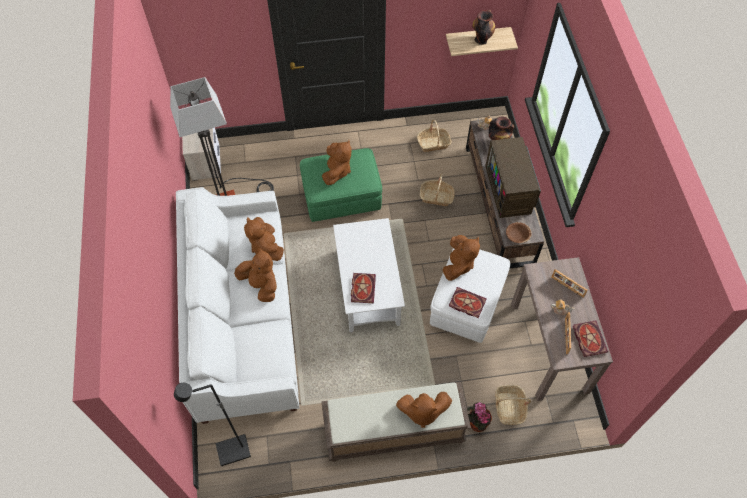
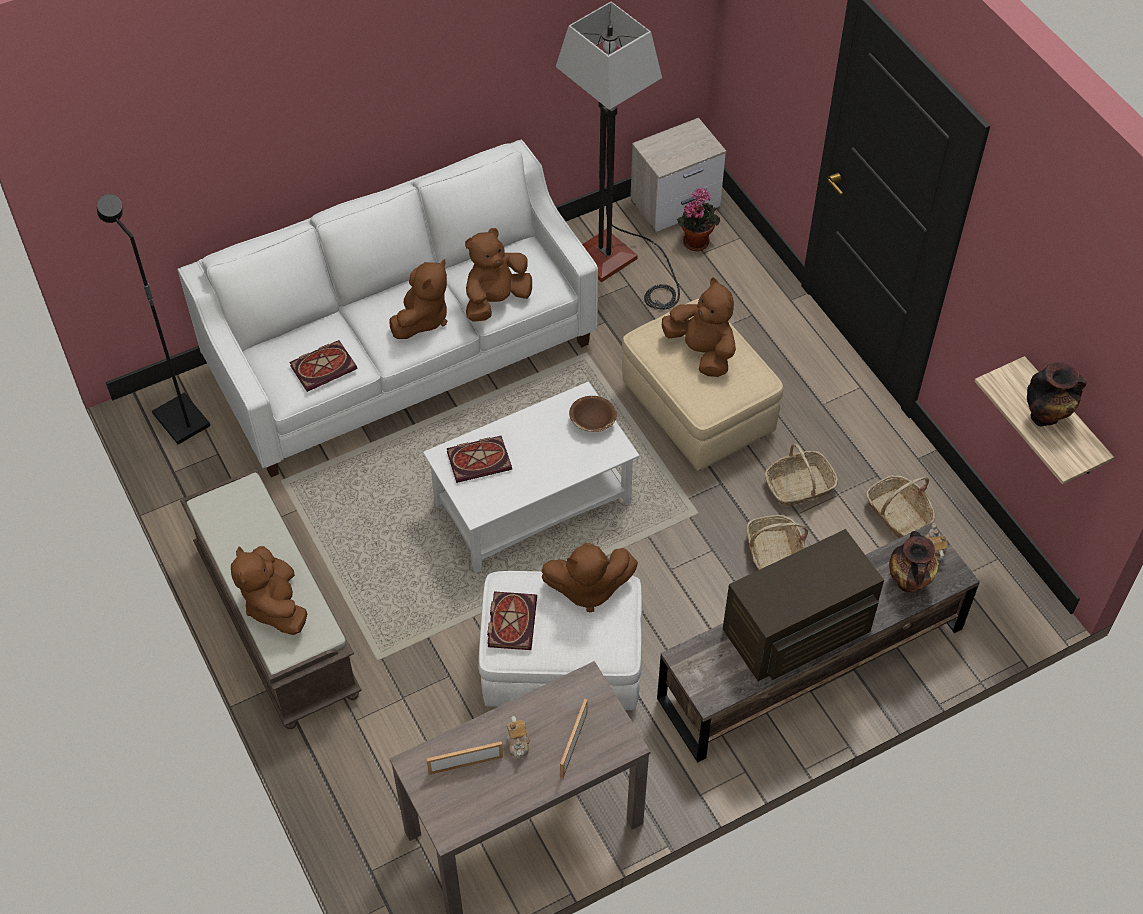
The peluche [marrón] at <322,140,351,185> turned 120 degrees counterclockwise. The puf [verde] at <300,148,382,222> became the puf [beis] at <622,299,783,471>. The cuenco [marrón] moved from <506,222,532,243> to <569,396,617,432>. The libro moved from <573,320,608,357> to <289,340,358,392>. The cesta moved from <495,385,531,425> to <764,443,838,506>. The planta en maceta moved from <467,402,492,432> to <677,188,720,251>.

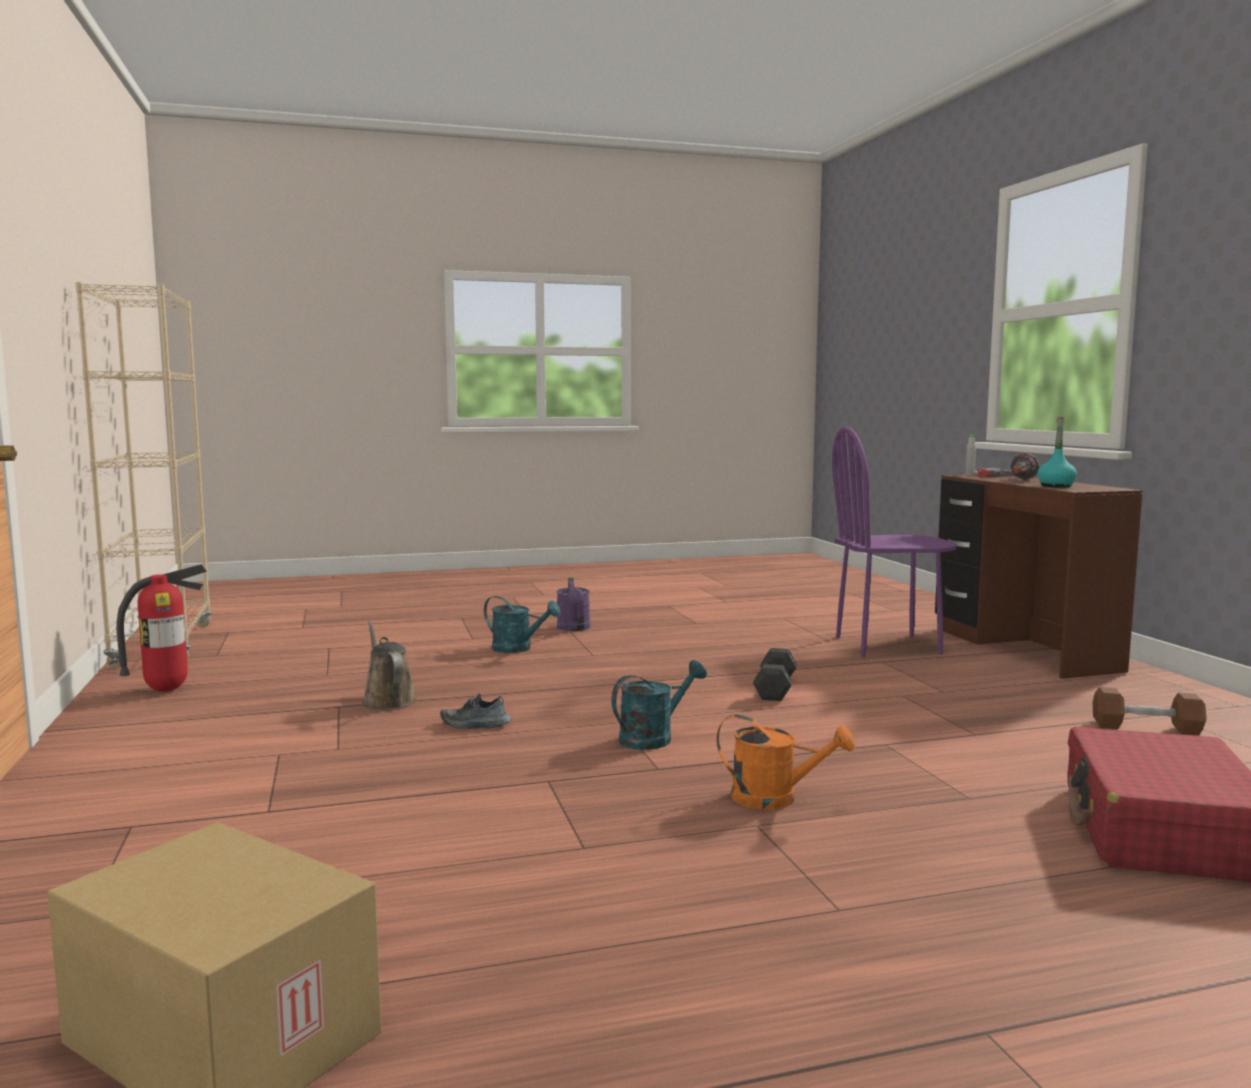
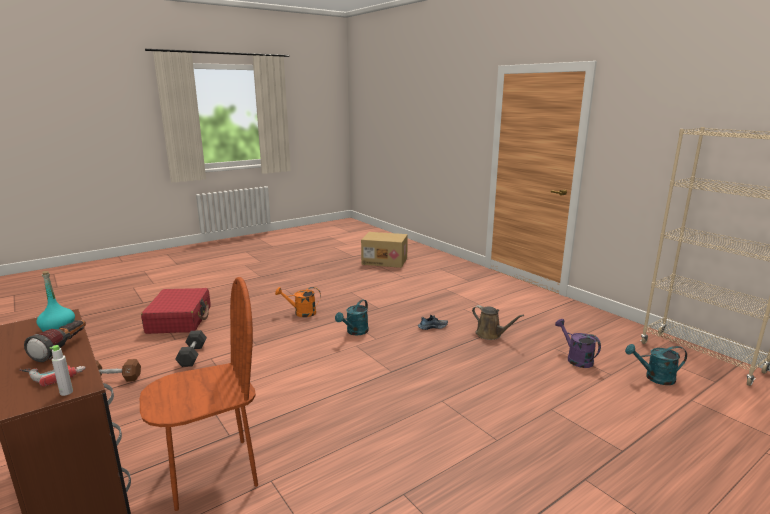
The silla [morado] at <832,427,957,657> became the silla [marrón] at <139,277,258,511>. The extintor at <116,564,207,692> disappeared. The regadera [morado] moved from <556,578,591,631> to <555,319,601,368>. The regadera [turquesa] moved from <484,596,561,653> to <625,344,687,385>. The mancuerna [negro] moved from <753,648,797,701> to <175,330,207,367>.

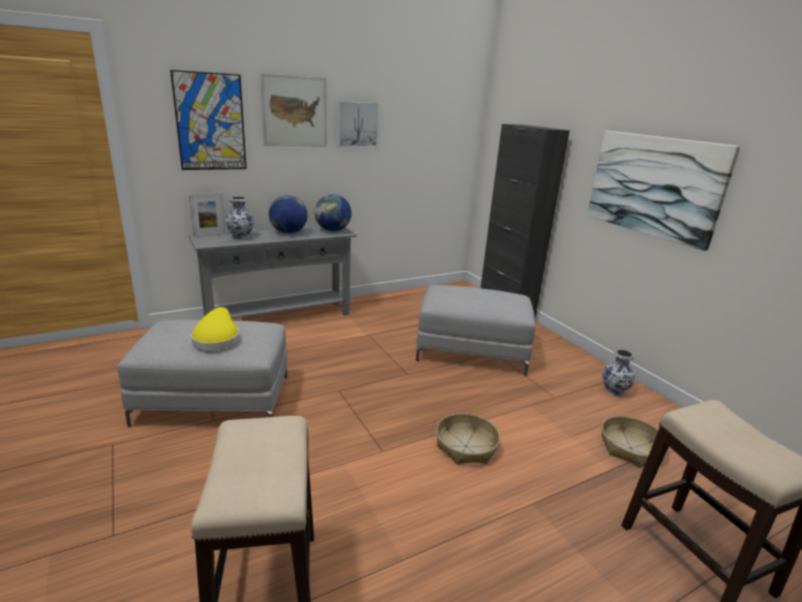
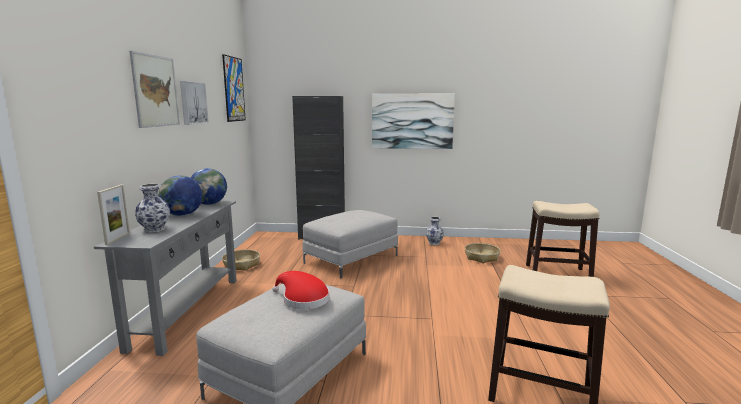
The cuadro moved from <170,70,247,170> to <222,54,246,122>. The sombrero [amarillo] at <191,307,240,350> became the sombrero [rojo] at <272,271,329,309>. The cesta moved from <436,413,500,464> to <222,250,260,271>.

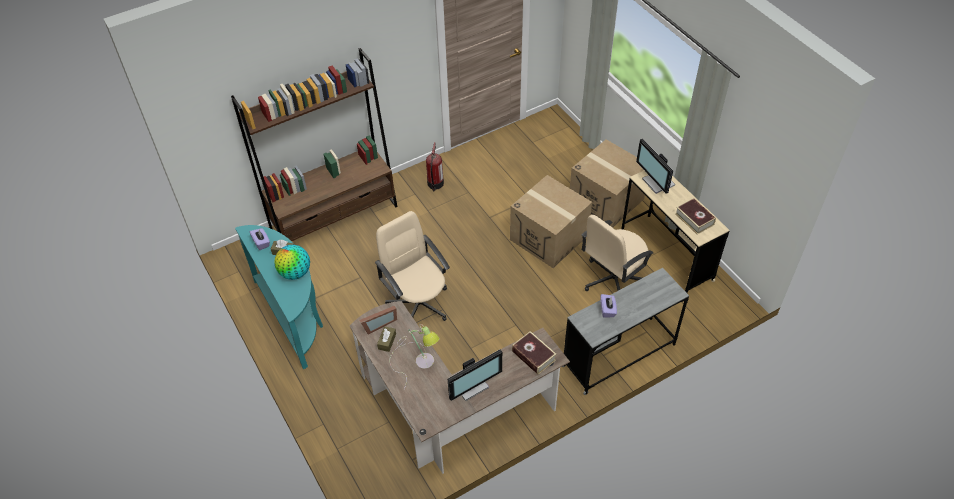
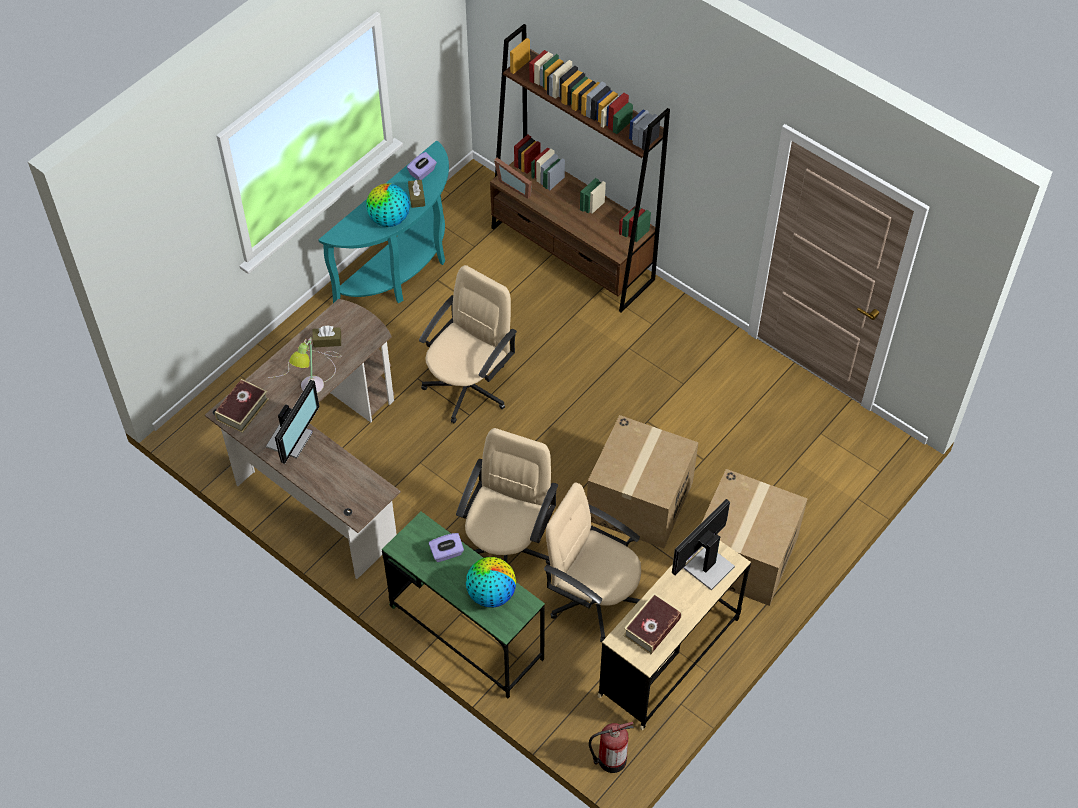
The extintor moved from <426,142,444,191> to <589,722,634,773>. The escritorio [gris] at <562,268,689,395> became the escritorio [verde] at <382,511,545,698>. The portarretratos moved from <360,306,397,335> to <494,158,532,199>. The libro moved from <512,331,556,375> to <215,379,269,433>. The monitor at <448,349,502,401> turned 105 degrees counterclockwise. The silla de oficina [beis] at <456,428,558,565> appeared. The globo terráqueo at <466,557,516,608> appeared.

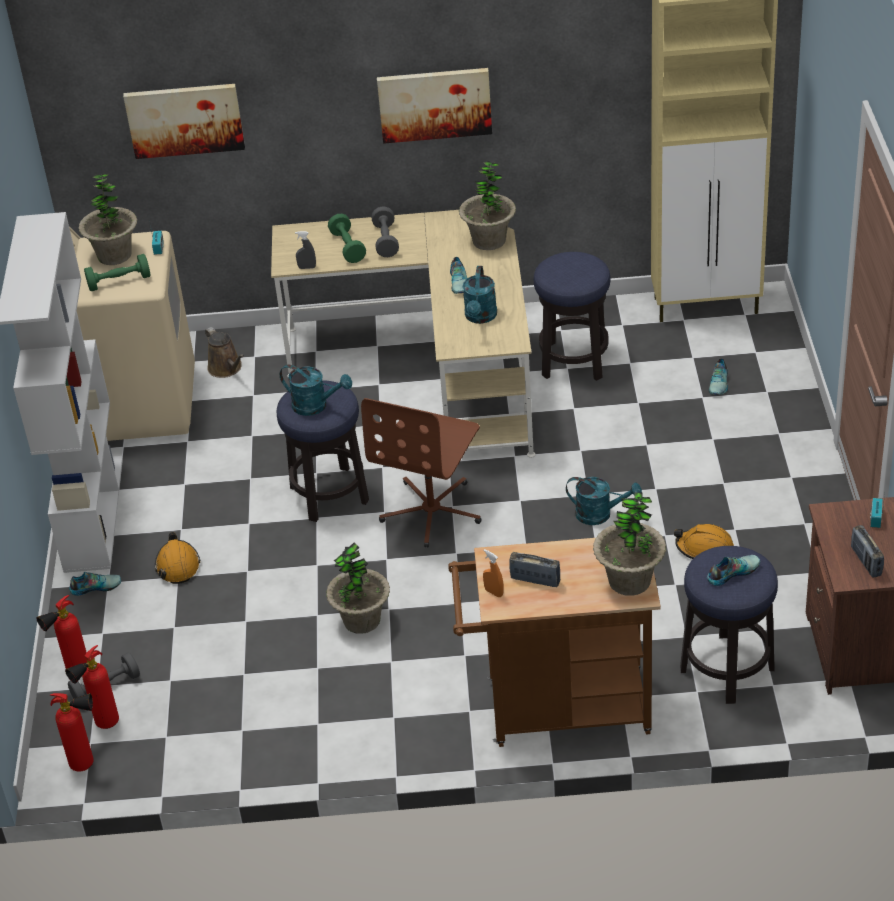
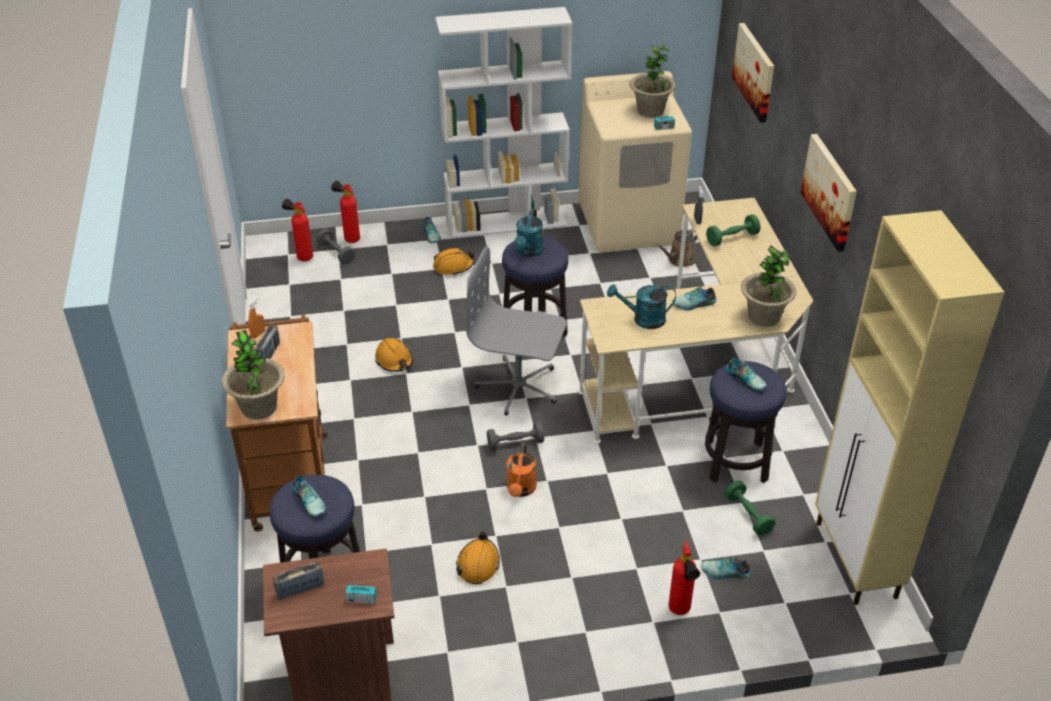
The mancuerna [gris] moved from <371,207,399,257> to <487,421,544,451>. The mancuerna [verde] moved from <84,254,151,291> to <725,481,775,535>. The silla de oficina [marrón] at <361,398,481,547> became the silla de oficina [gris] at <466,247,567,415>. The regadera [turquesa] at <566,477,642,525> became the regadera [naranja] at <506,443,537,497>. The planta en maceta at <326,543,390,634> was replaced by the casco [naranja] at <375,338,413,372>. The extintor moved from <50,693,94,772> to <669,540,700,615>. The zapato at <726,357,767,391> appeared.

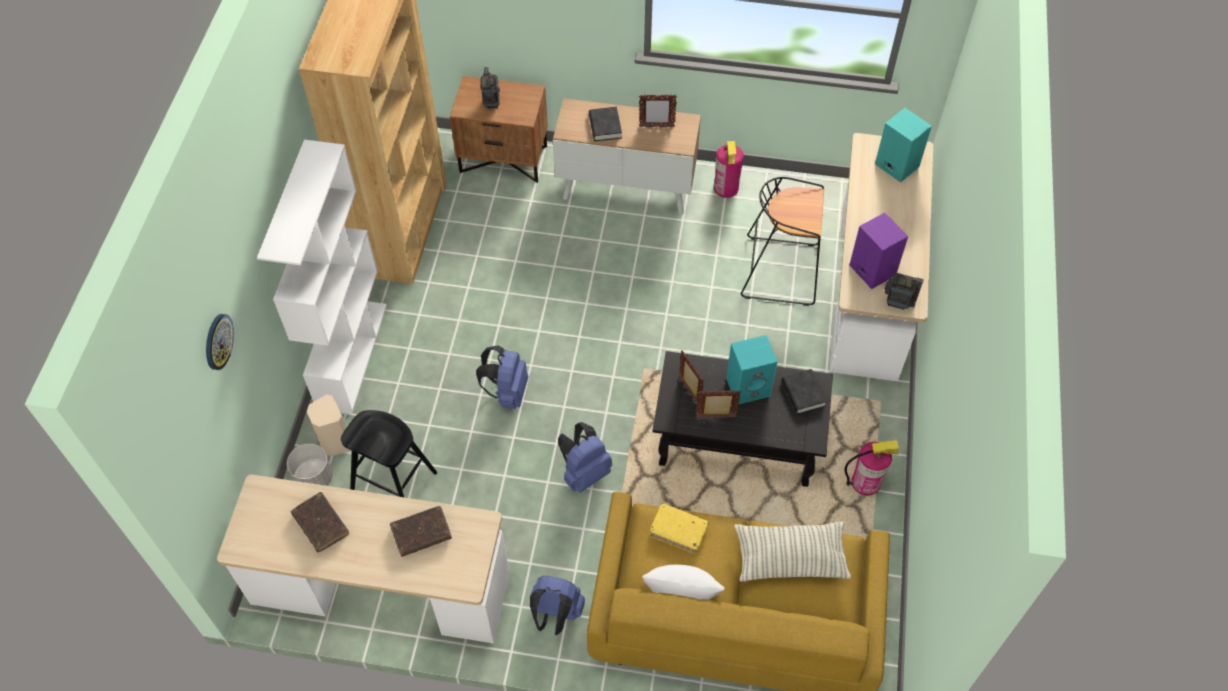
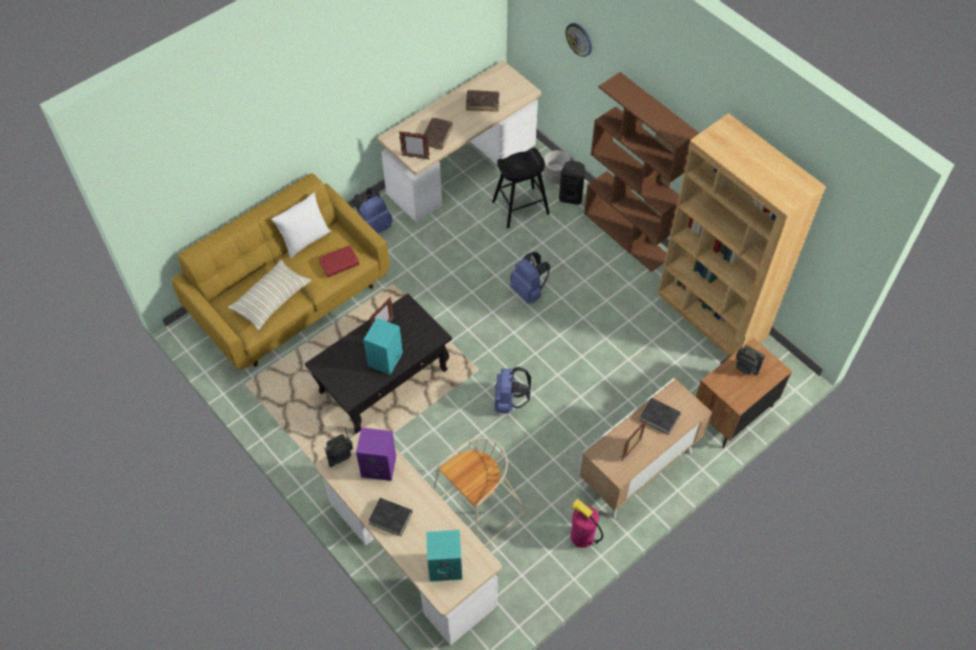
The estantería [blanco] at <257,140,387,414> became the estantería [marrón] at <584,72,699,272>. The taburete [negro] at <741,177,824,306> became the taburete [beis] at <434,438,525,546>. The portarretratos moved from <679,350,704,403> to <399,131,430,159>. The libro [negro] moved from <781,369,827,414> to <369,498,412,537>. The altavoz [beis] at <307,395,350,456> became the altavoz [negro] at <559,161,585,205>. The mochila [azul] moved from <558,422,612,493> to <494,367,531,414>. The extintor at <845,440,899,496> disappeared. The libro [amarillo] at <649,503,709,554> became the libro [rojo] at <318,246,359,277>.

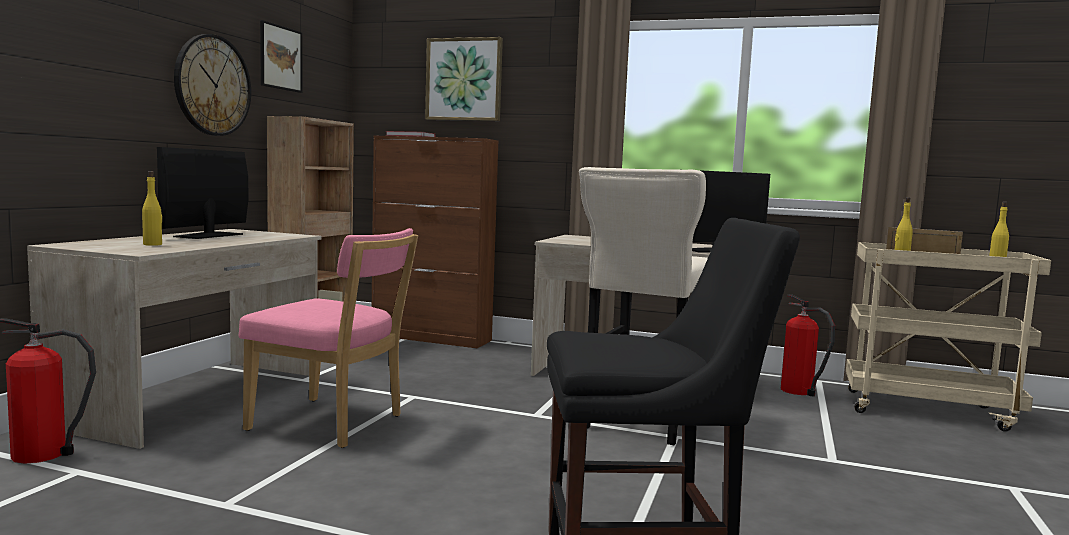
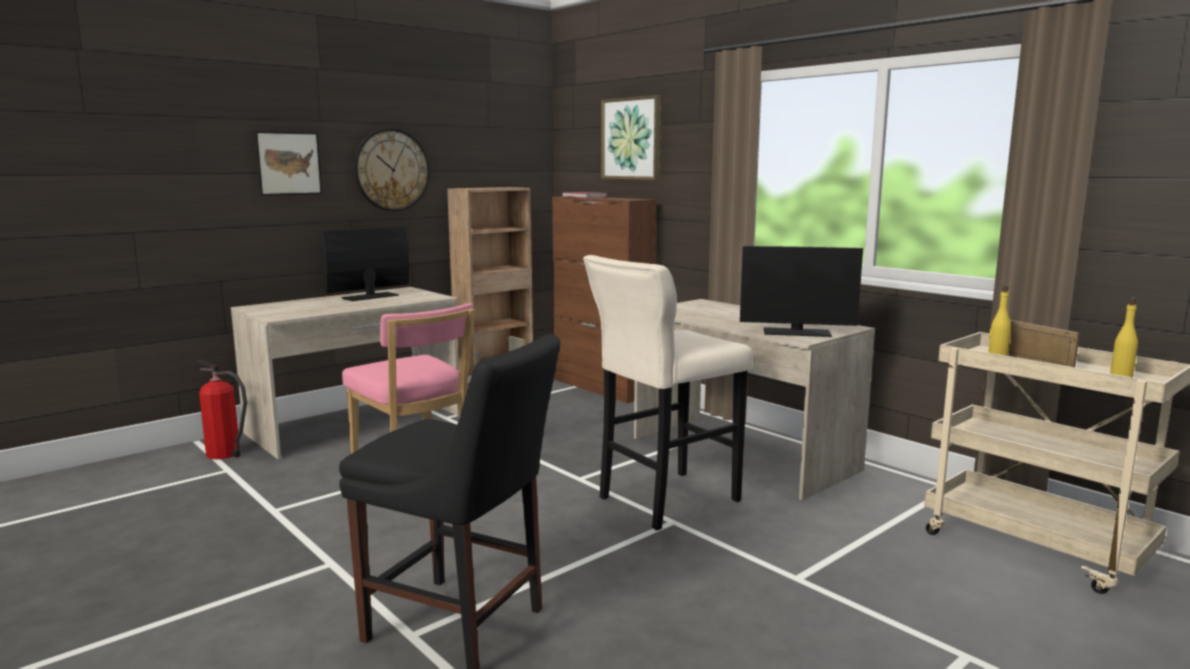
The cuadro moved from <260,20,303,93> to <254,131,323,196>. The botella [amarillo] at <142,171,162,246> disappeared. The extintor at <781,294,835,397> disappeared.

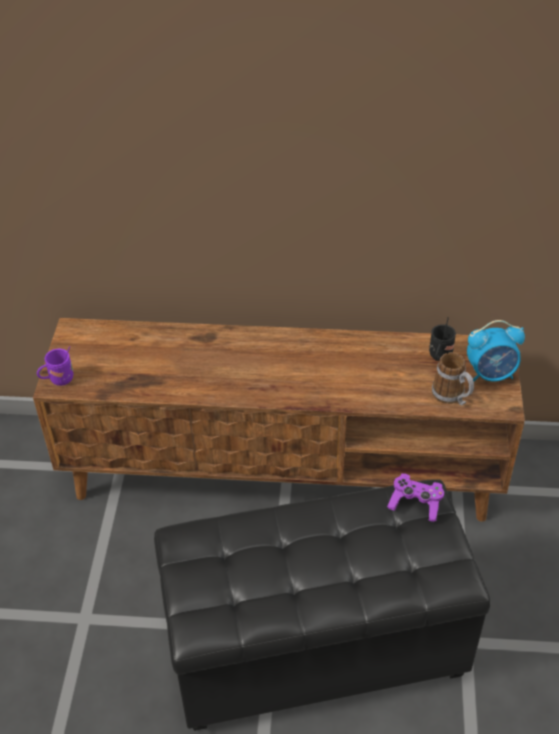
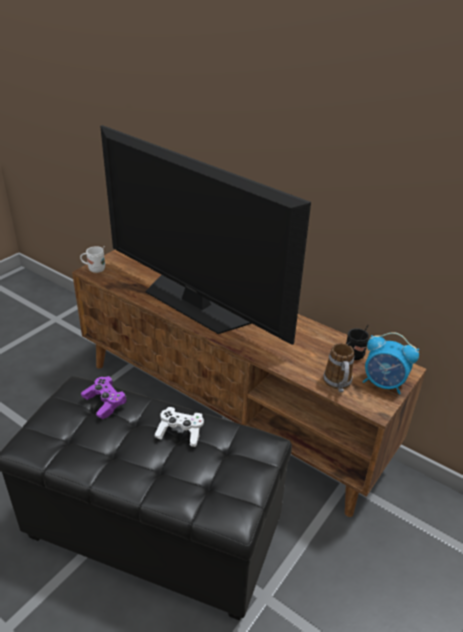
The taza grande [morado] at <37,346,73,386> became the taza grande [blanco] at <80,246,105,273>. The mando de consola [morado] moved from <387,473,444,522> to <81,376,127,419>. The televisor at <100,125,311,345> appeared. The mando de consola [blanco] at <154,407,204,447> appeared.

